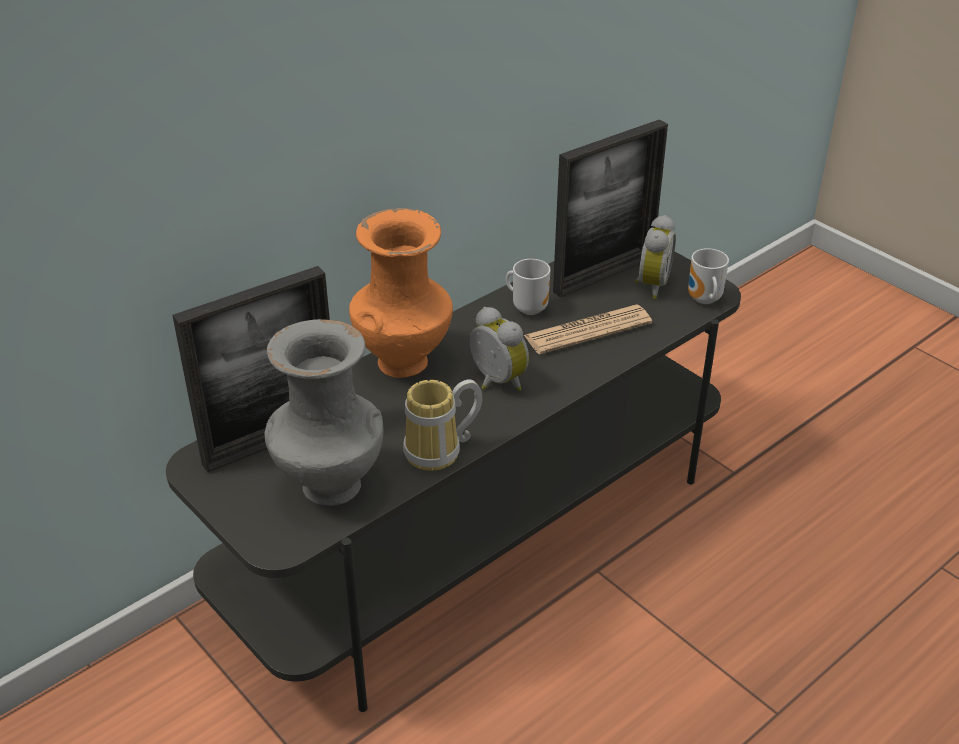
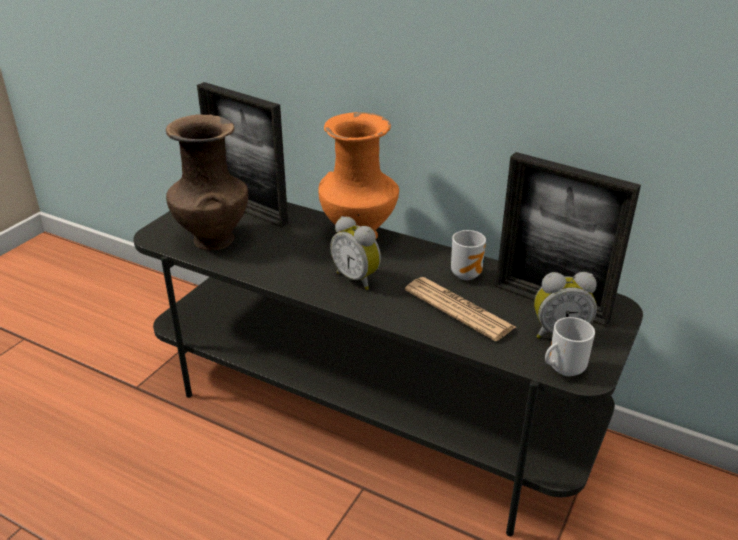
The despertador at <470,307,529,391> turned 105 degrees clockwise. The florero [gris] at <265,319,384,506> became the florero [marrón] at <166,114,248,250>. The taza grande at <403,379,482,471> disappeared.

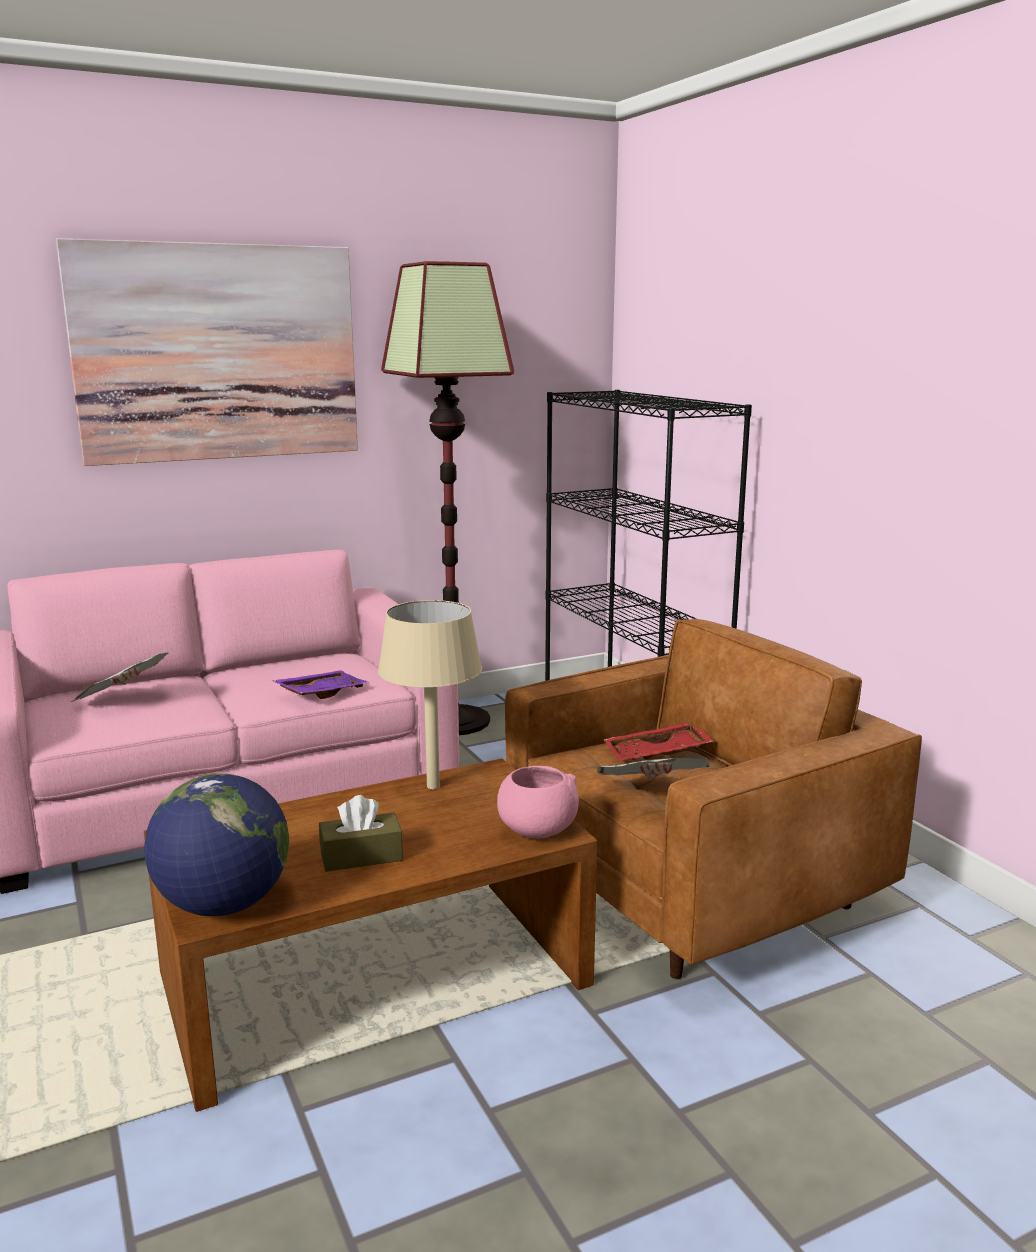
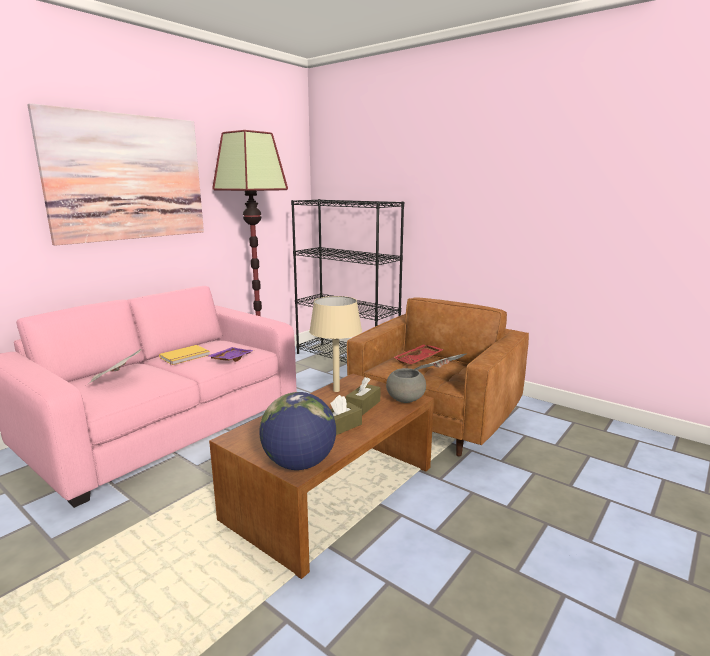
The cuenco [rosa] at <497,766,579,839> became the cuenco [gris] at <386,368,426,403>. The libro [amarillo] at <159,345,210,365> appeared. The caja de pañuelos [marrón] at <346,377,381,415> appeared.

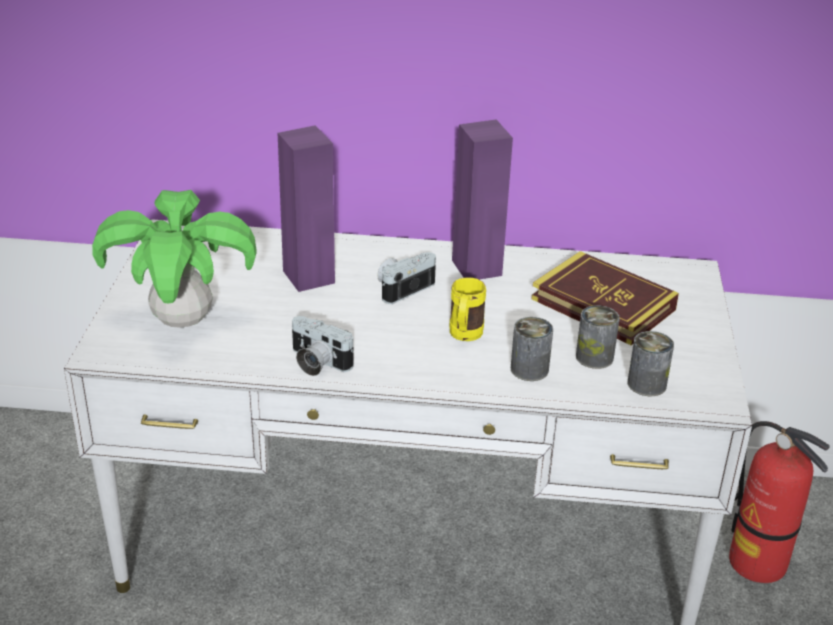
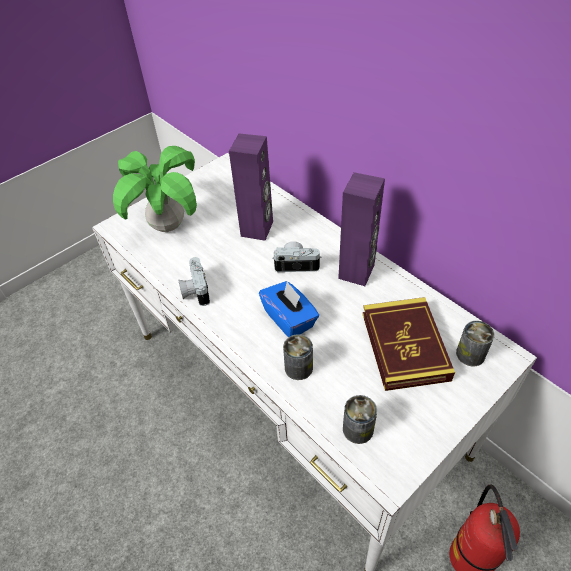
The taza grande [amarillo] at <449,278,486,341> was replaced by the caja de pañuelos [azul] at <259,281,319,337>. The lata moved from <576,305,620,369> to <456,321,495,366>.

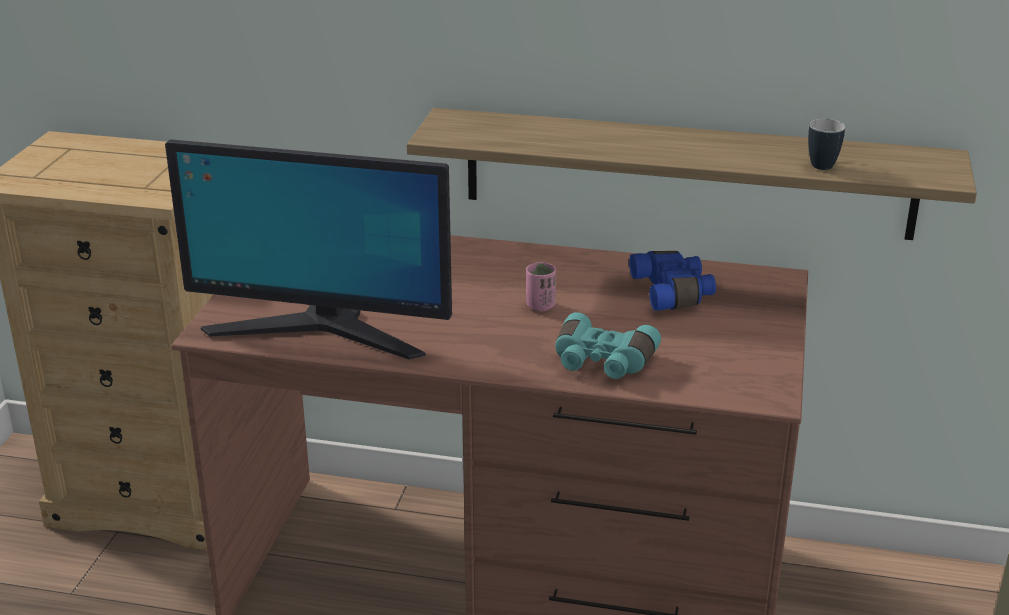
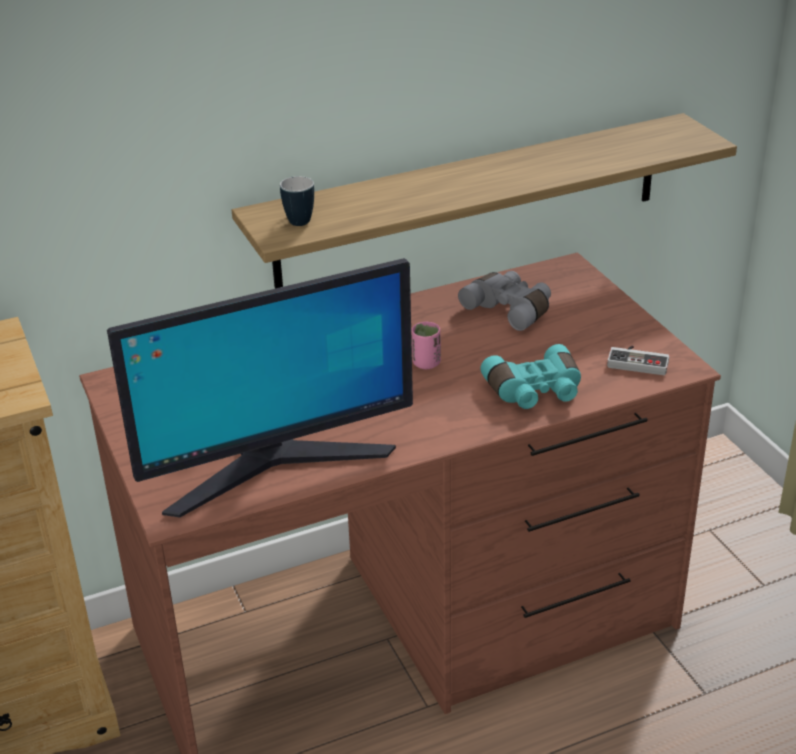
The taza grande moved from <808,119,845,170> to <280,176,314,226>. The prismáticos [azul] at <629,251,716,311> became the prismáticos [gris] at <458,271,551,331>. The mando de consola at <607,345,670,375> appeared.

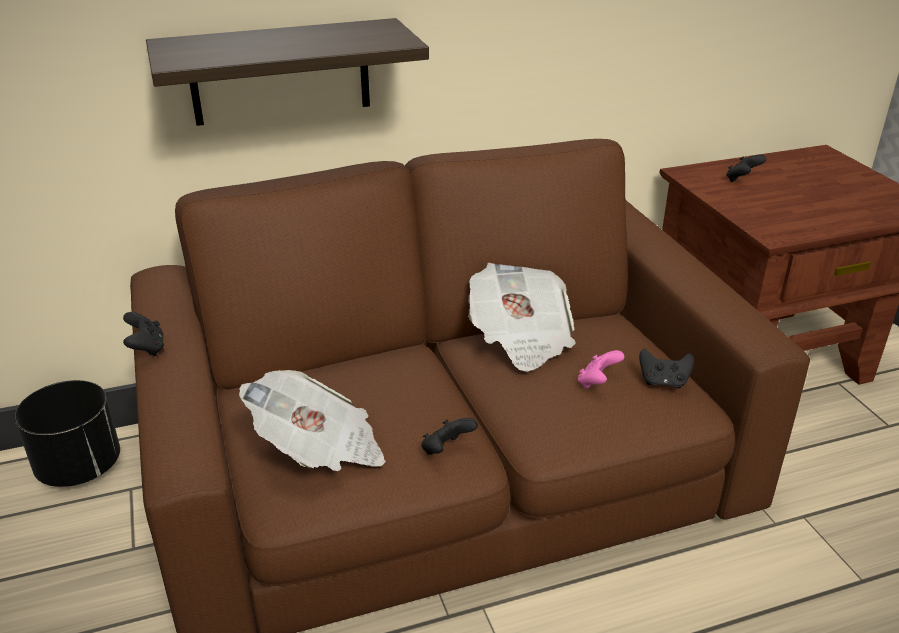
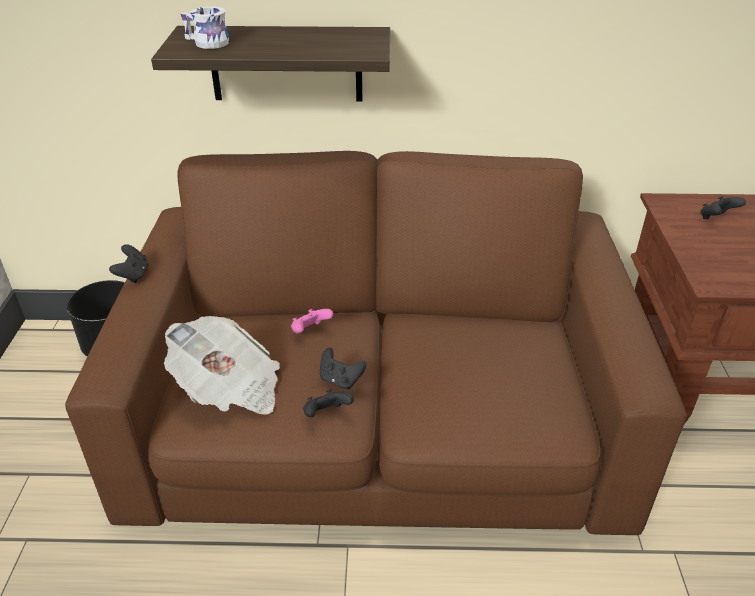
The periódico at <468,263,576,372> disappeared. The mando de consola [negro] moved from <639,349,694,388> to <320,348,366,389>. The mando de consola [rosa] moved from <578,350,624,388> to <291,309,333,334>. The taza grande [blanco] at <181,6,229,49> appeared.

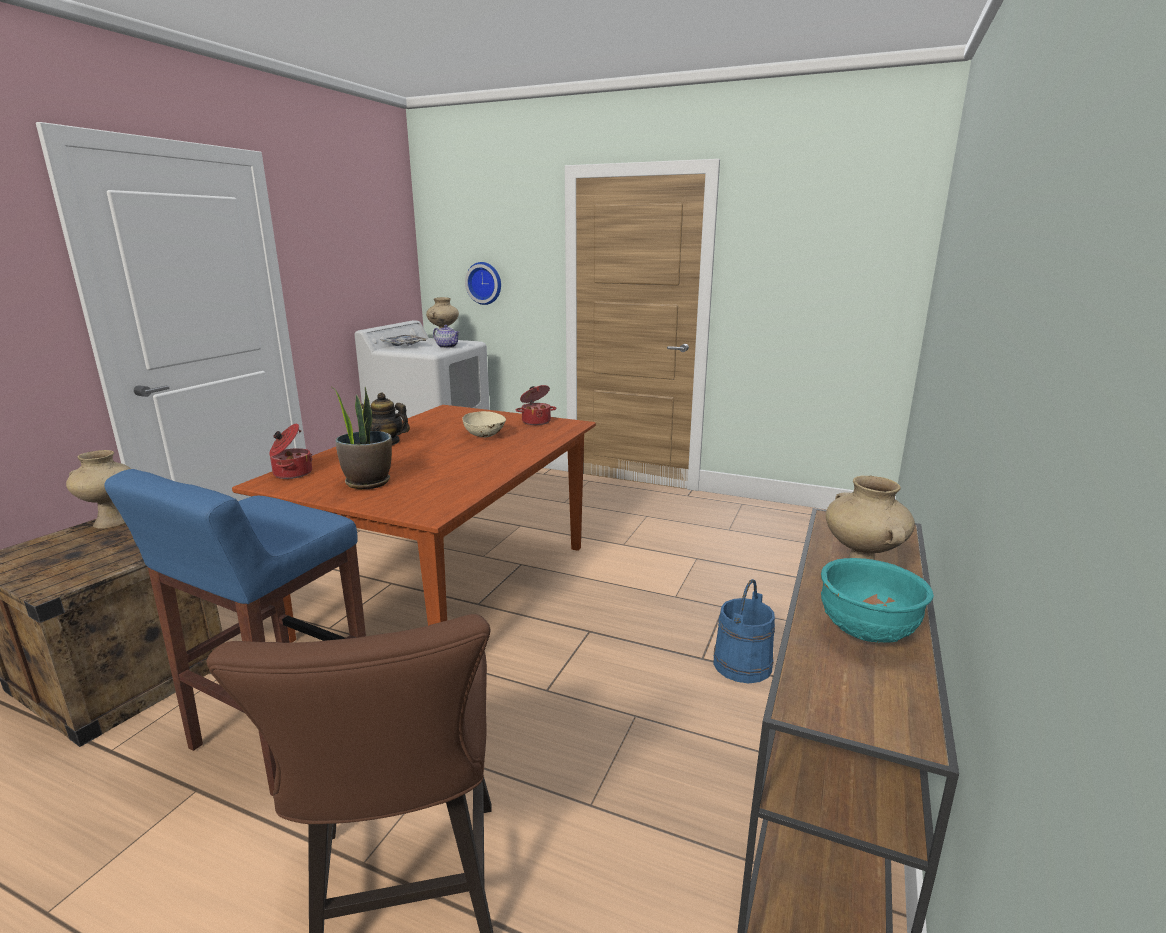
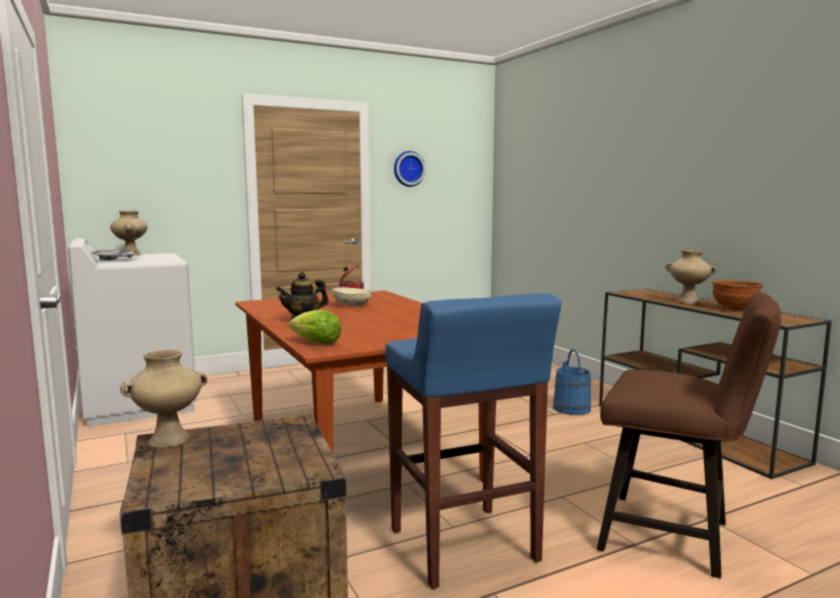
The reloj de pared moved from <465,262,501,305> to <394,151,426,187>. The tetera at <433,325,460,348> disappeared. The planta en maceta at <332,387,392,489> disappeared. The olla at <269,424,313,479> was replaced by the lechuga at <289,310,341,345>. The cuenco [turquesa] at <821,558,934,643> became the cuenco [marrón] at <712,280,763,311>.

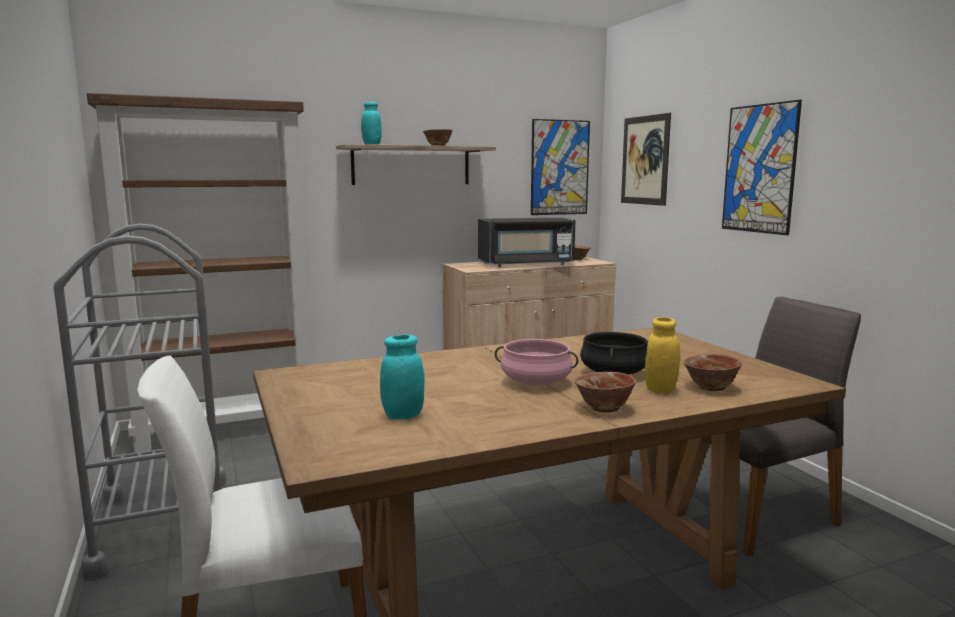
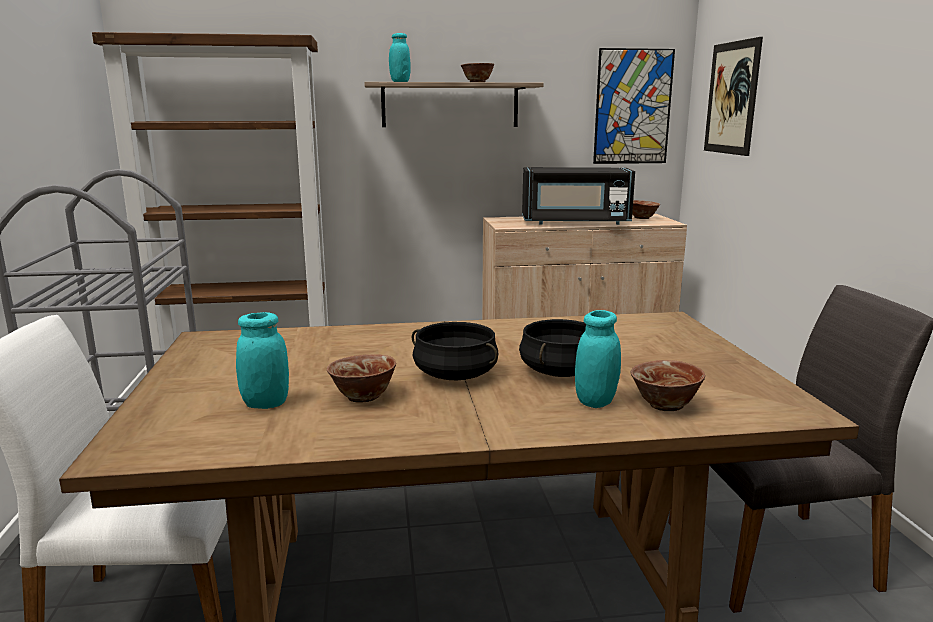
The cuadro at <722,100,802,235> disappeared. The tarro [amarillo] at <645,317,680,394> became the tarro [turquesa] at <575,310,621,408>. The olla [rosa] at <495,339,578,385> became the olla [negro] at <412,322,498,380>. The cuenco moved from <574,372,636,412> to <327,354,396,403>.

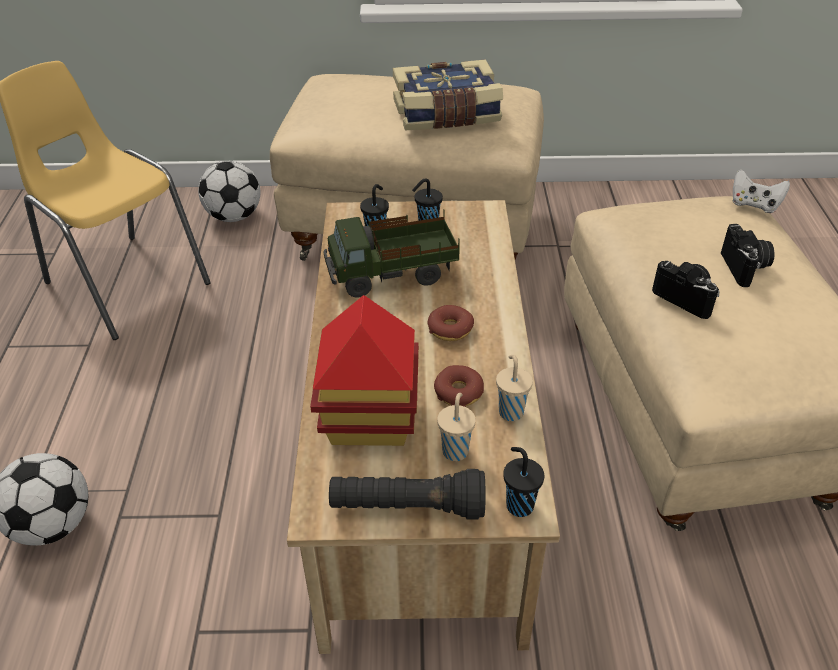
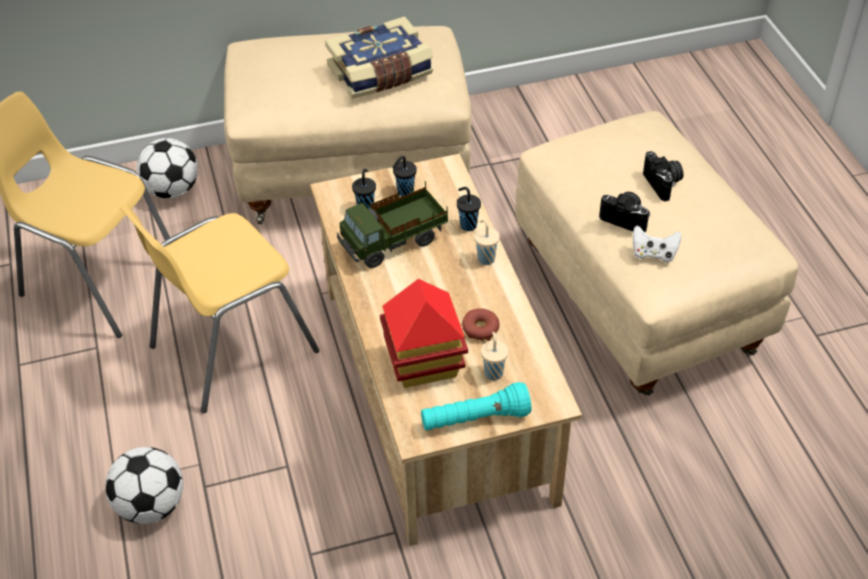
The mando de consola [blanco] moved from <732,170,790,213> to <633,226,681,263>. The rosquilla at <427,305,474,341> disappeared. The taza [beis] moved from <496,355,533,421> to <474,219,500,265>. The taza [negro] moved from <503,447,544,517> to <457,187,481,231>. The linterna [negro] at <329,469,486,520> became the linterna [turquesa] at <421,382,531,431>. The silla [amarillo] at <119,204,319,413> appeared.

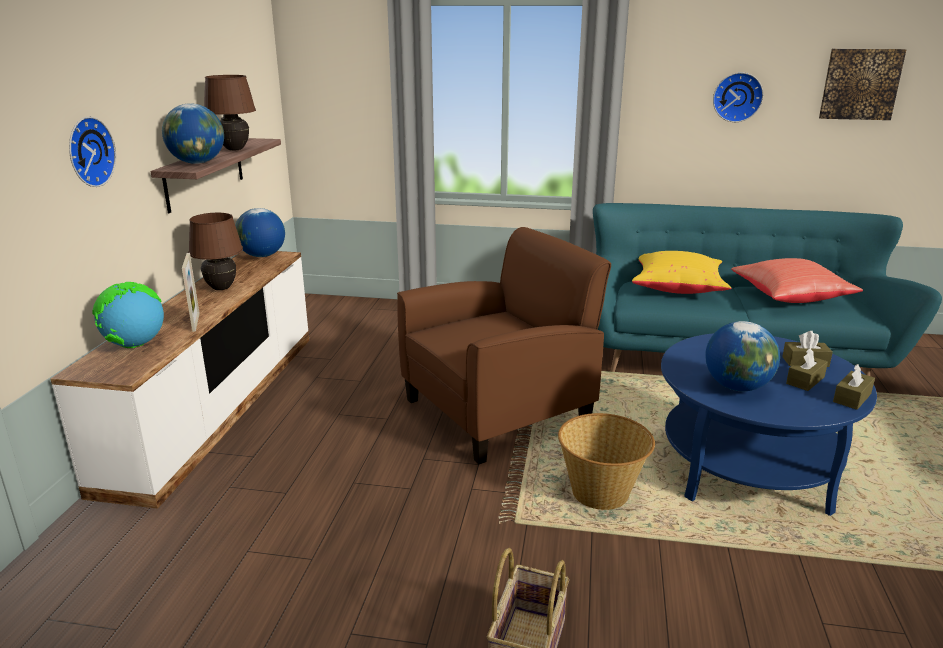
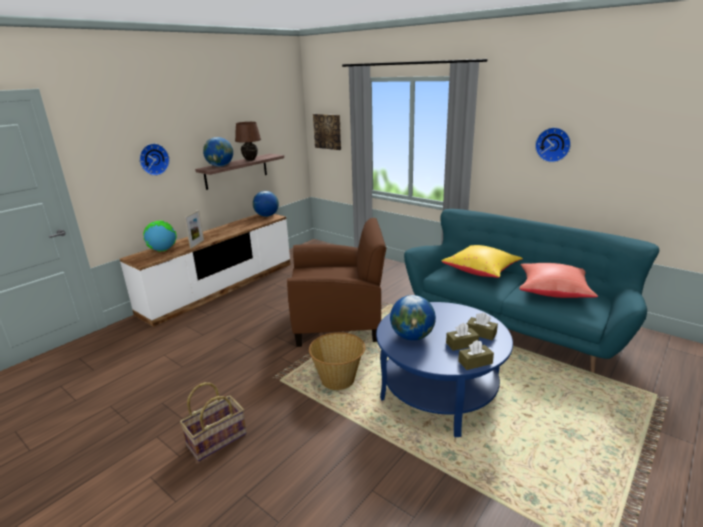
The cuadro moved from <819,49,906,120> to <313,114,341,150>. The lámpara de mesa [marrón] at <188,213,243,290> disappeared.

